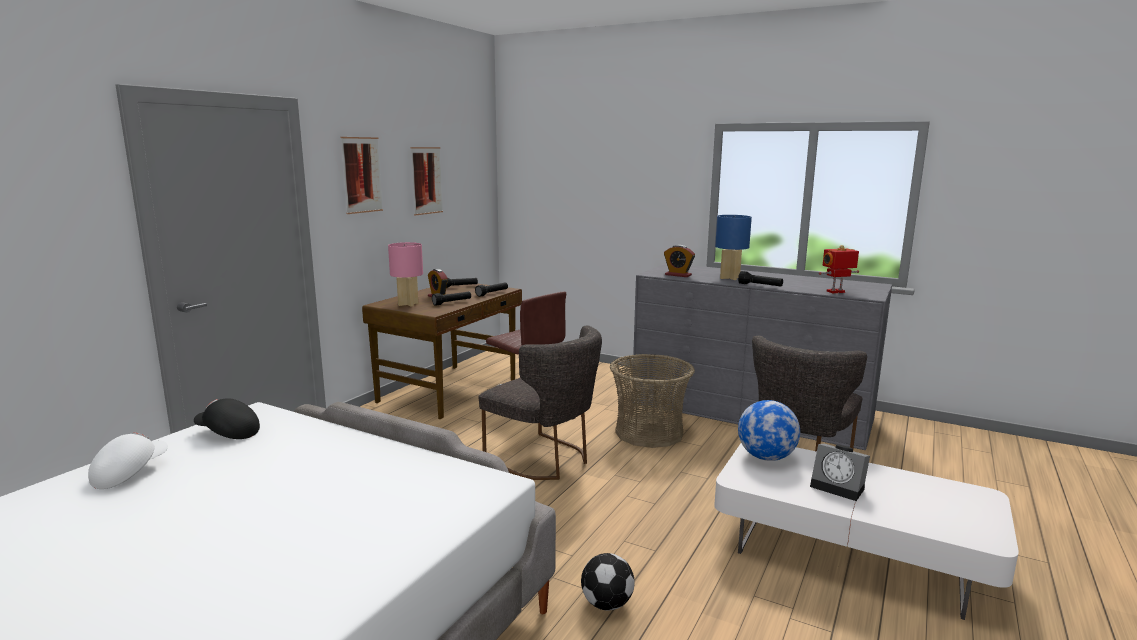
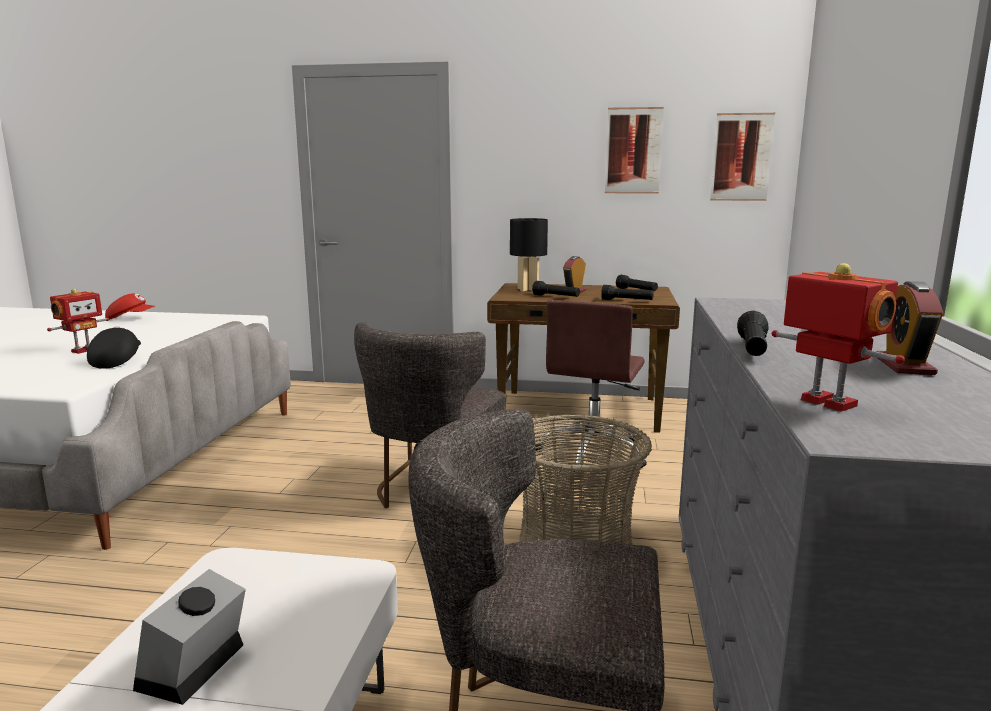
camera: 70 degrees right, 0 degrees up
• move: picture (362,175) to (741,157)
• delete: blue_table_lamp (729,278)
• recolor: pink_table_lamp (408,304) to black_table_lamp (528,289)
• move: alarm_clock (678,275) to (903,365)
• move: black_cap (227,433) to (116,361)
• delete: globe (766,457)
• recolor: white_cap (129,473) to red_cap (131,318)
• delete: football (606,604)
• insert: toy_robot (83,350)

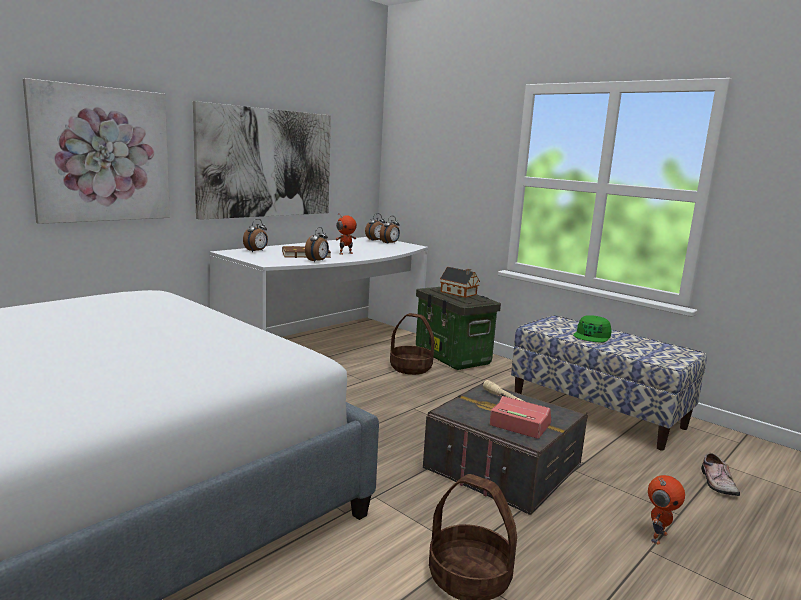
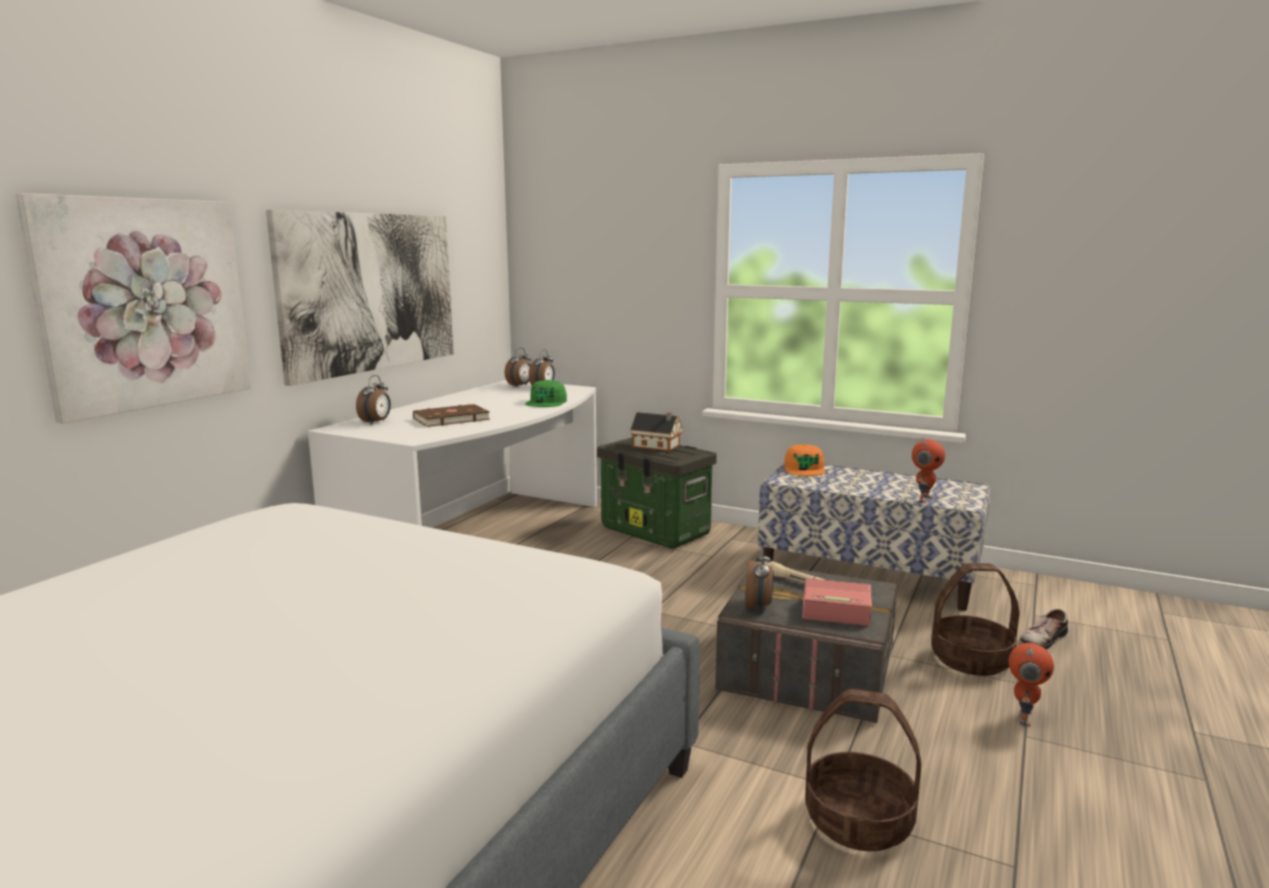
camera: 15 degrees left, 0 degrees up
• move: toy_robot (345,253) to (923,499)
• move: alarm_clock (317,261) to (758,606)
• move: basket (411,368) to (971,659)
• move: green_cap (592,336) to (546,402)
• rotate: shoe (716,483) = (1042,638) 60 degrees clockwise
• insert: orange_cap (804,469)

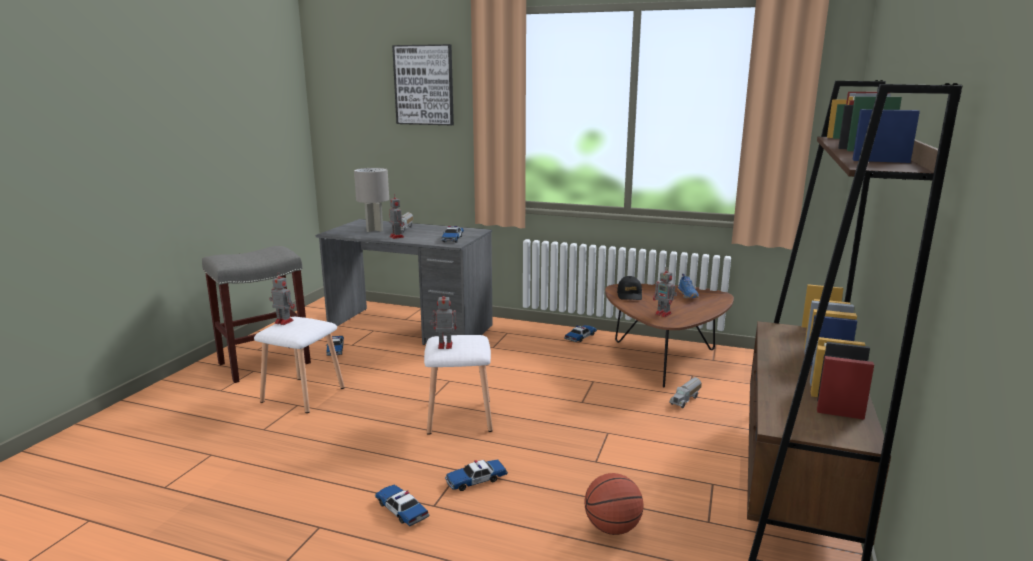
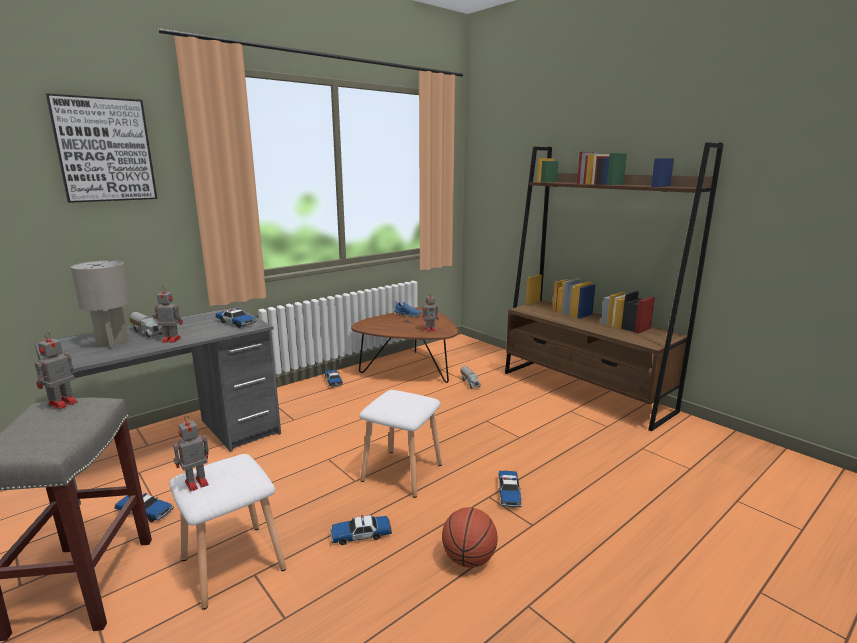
camera: 60 degrees left, 0 degrees up
• delete: black_cap (629,295)
• move: toy_robot (444,345) to (61,404)
• move: basketball (612,528) to (468,559)
• move: toy_car (401,510) to (361,535)

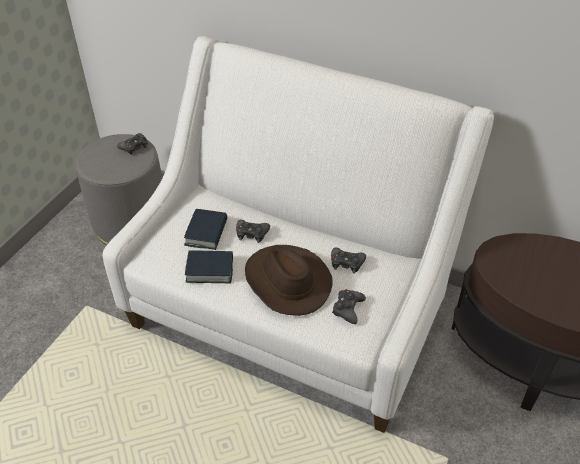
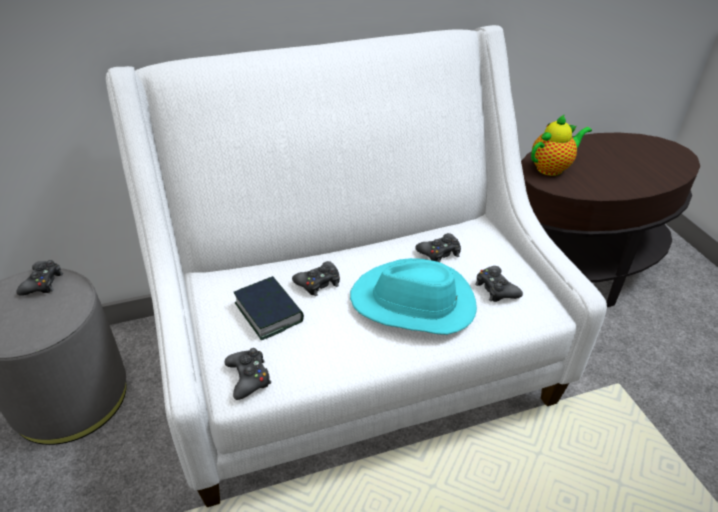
camera: 45 degrees left, 5 degrees down
• recolor: brown_hat (286,282) to turquoise_hat (413,303)
• delete: book (209,270)
• insert: teapot (552,168)
• insert: black_game_controller (248,377)

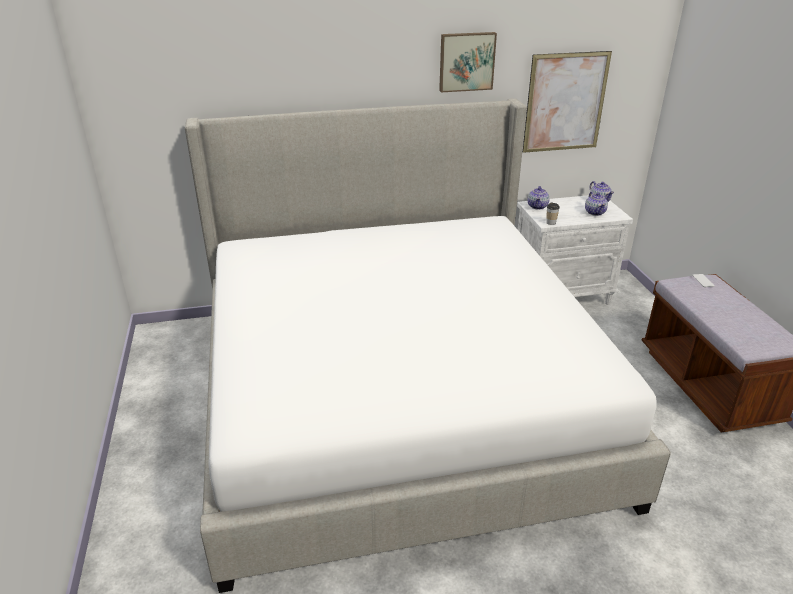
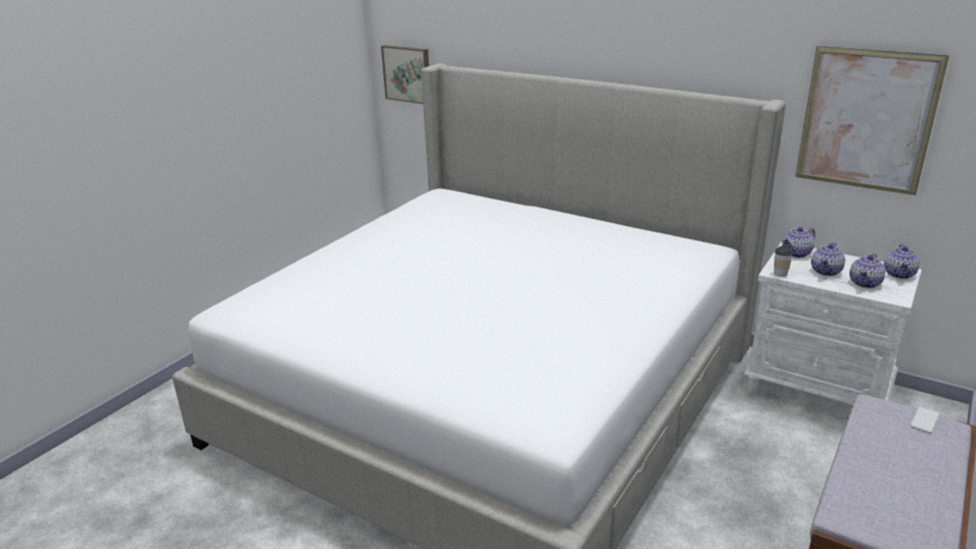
camera: 45 degrees right, 5 degrees down
• move: picture (466,61) to (408,74)
• insert: teapot (826,271)

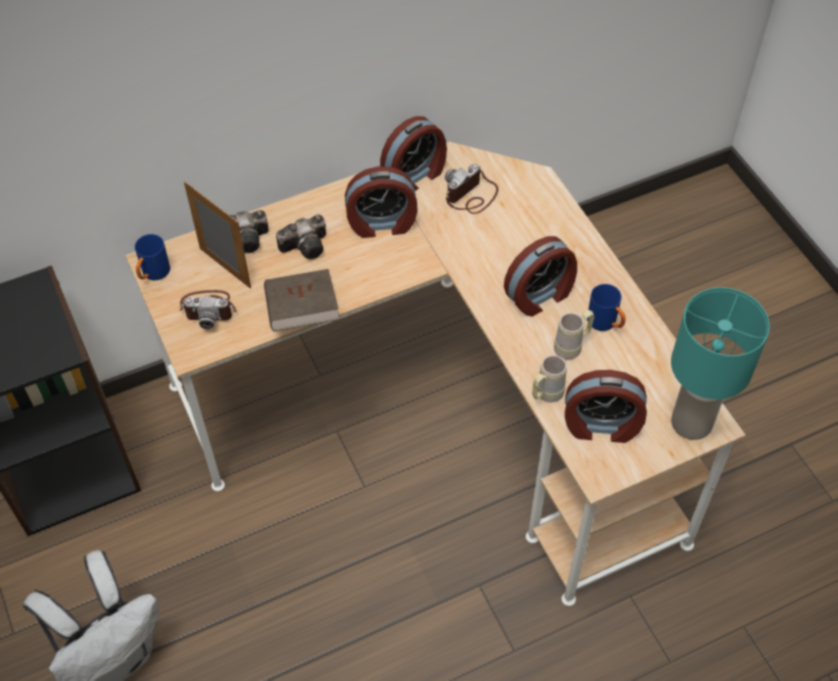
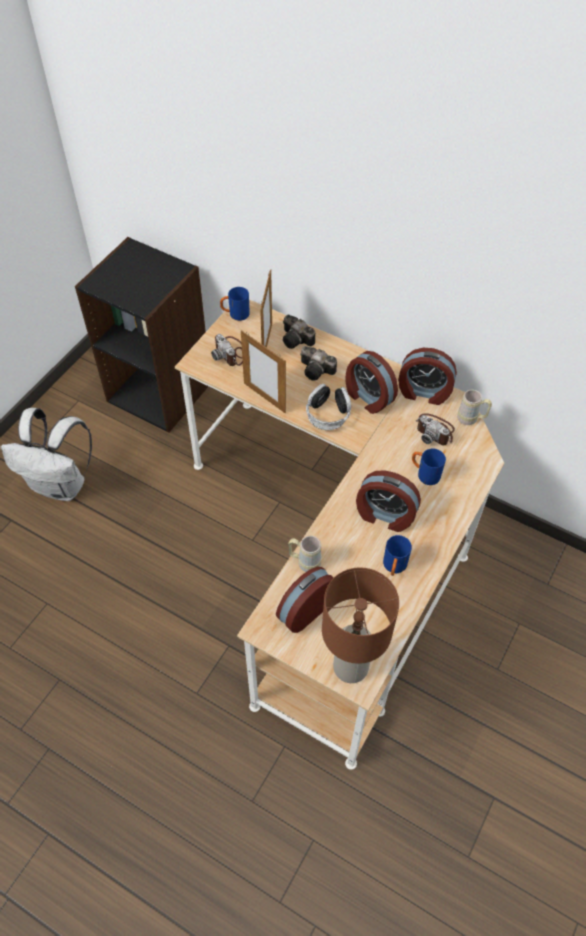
camera: 55 degrees right, 0 degrees up
• rotate: photo_camera (471,195) = (435,431) 150 degrees counterclockwise
• replace: brown_book (302,313) to picture_frame (264,397)
• recolor: turquoise_table_lamp (692,422) to brown_table_lamp (351,667)
• move: beige_mug (572,346) to (471,419)
• rotate: alarm_clock (601,425) = (304,609) 75 degrees clockwise
• insert: headphones (328,413)
• insert: blue_mug (424,474)

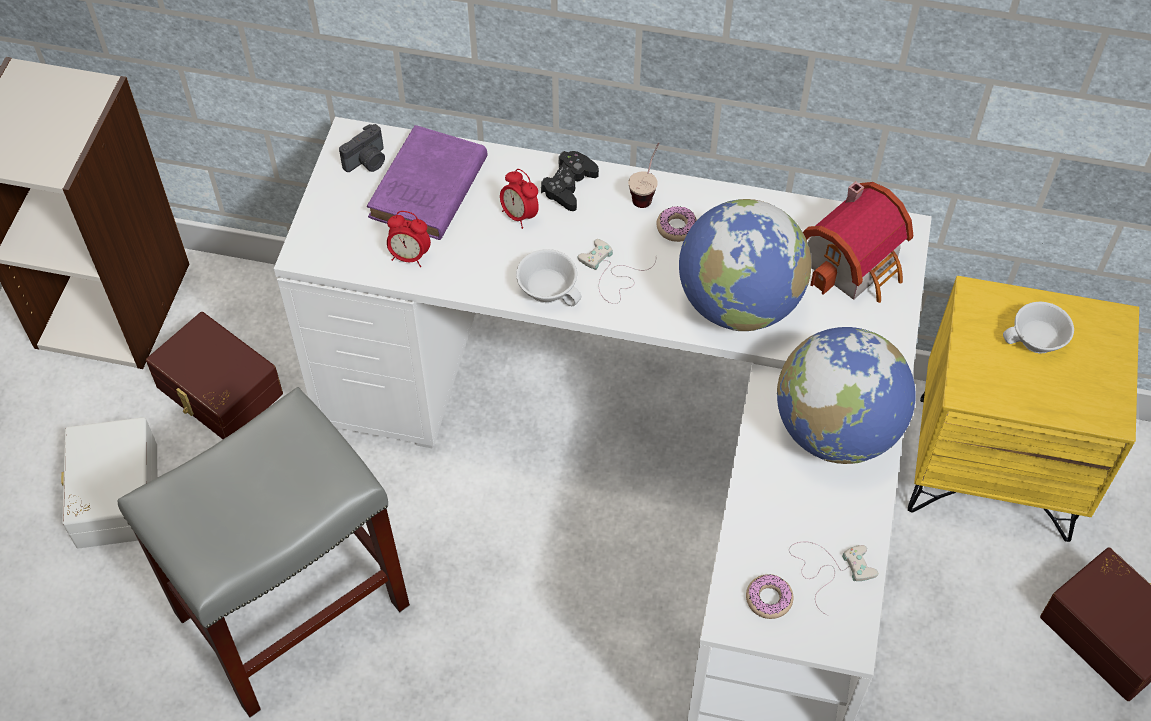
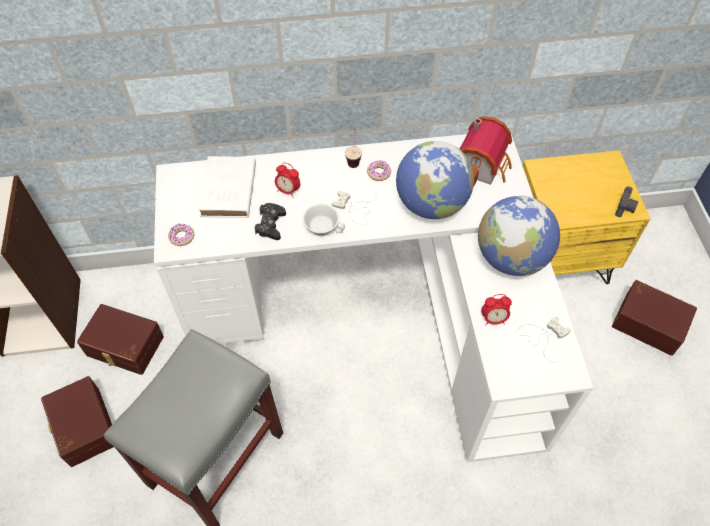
camera: 20 degrees left, 0 degrees up
• move: photo_camera (367,162) to (625,208)
• recolor: purple_book (427,191) to white_book (228,192)
• move: black_game_controller (569,185) to (270,224)
• move: alarm_clock (409,256) to (493,319)
• delete: white_cup (1036,341)
• recolor: white_storage_box (114,495) to brown_storage_box (83,427)
• move: donut (769,599) to (182,237)

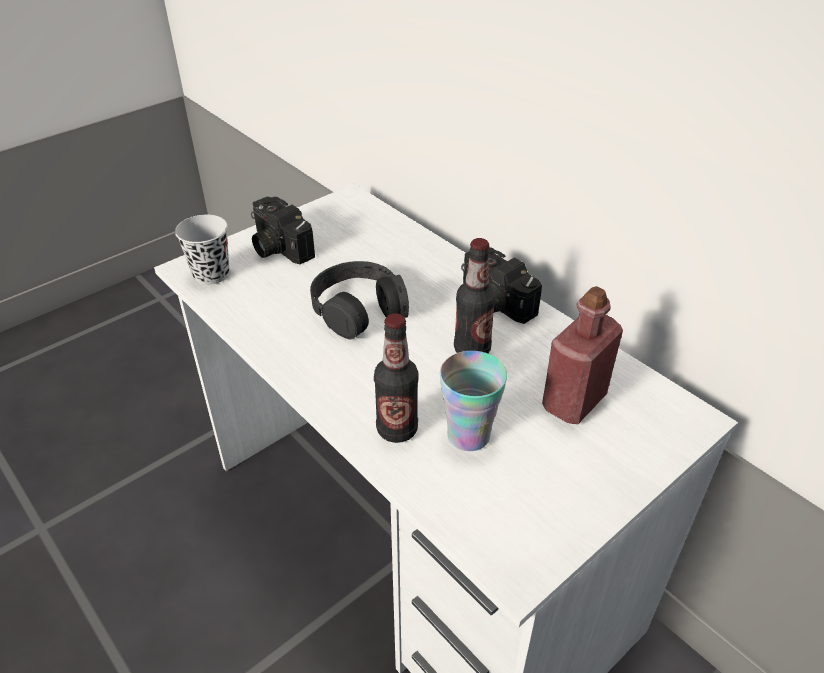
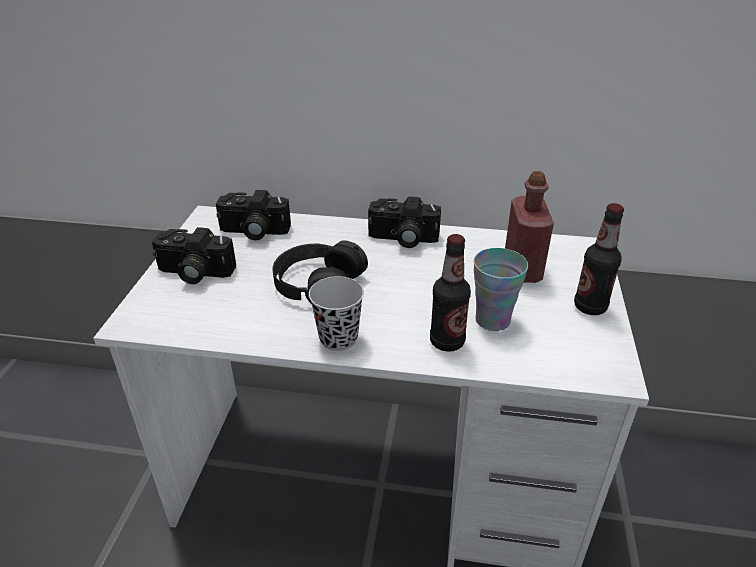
camera: 40 degrees left, 5 degrees down
• move: black_cup (211,274) to (338,338)
• move: bottle (472,349) to (590,307)
• insert: photo_camera (253,232)

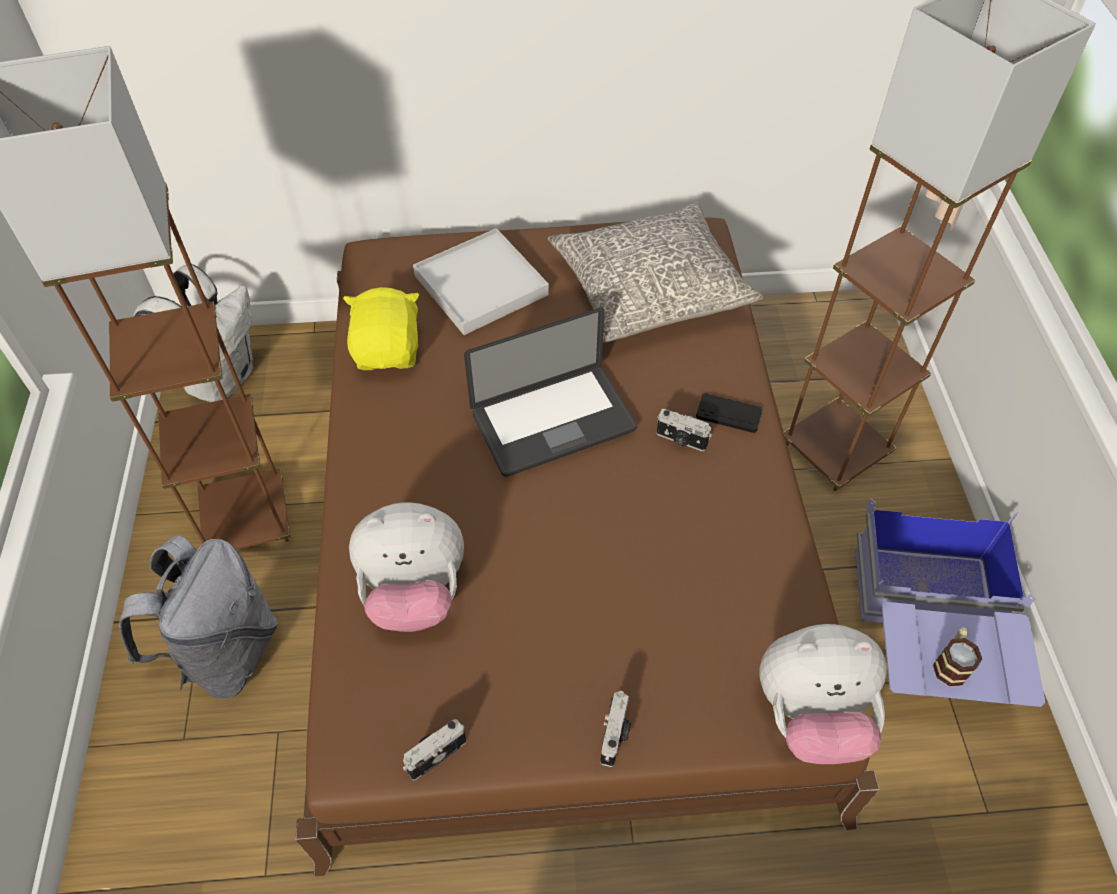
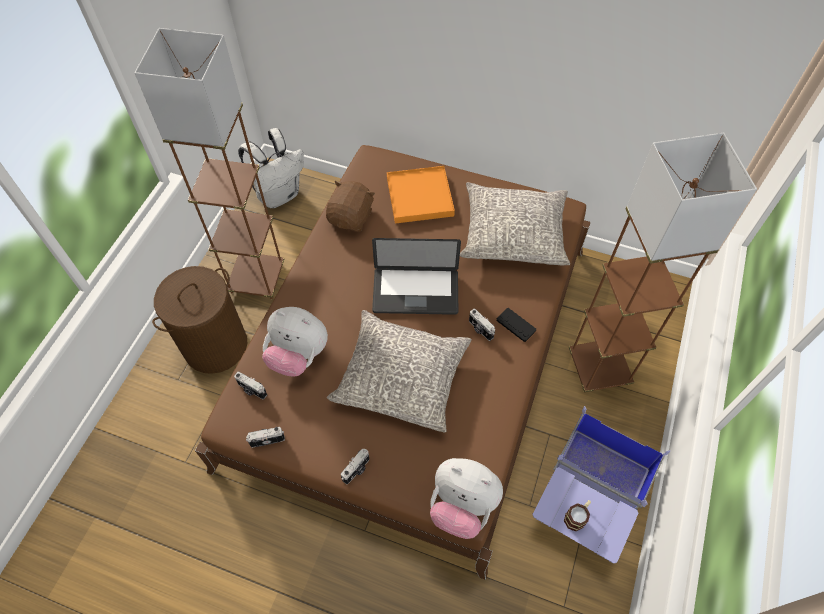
camera: 25 degrees right, 5 degrees up
• recolor: white_tray (481,285) to orange_tray (420,197)
• recolor: yellow_plush_toy (388,350) to brown_plush_toy (351,217)
• replace: grey_backpack (226,653) to brown_laundry_basket (216,345)
• insert: grey_pillow (402,377)
• insert: photo_camera (252,390)

